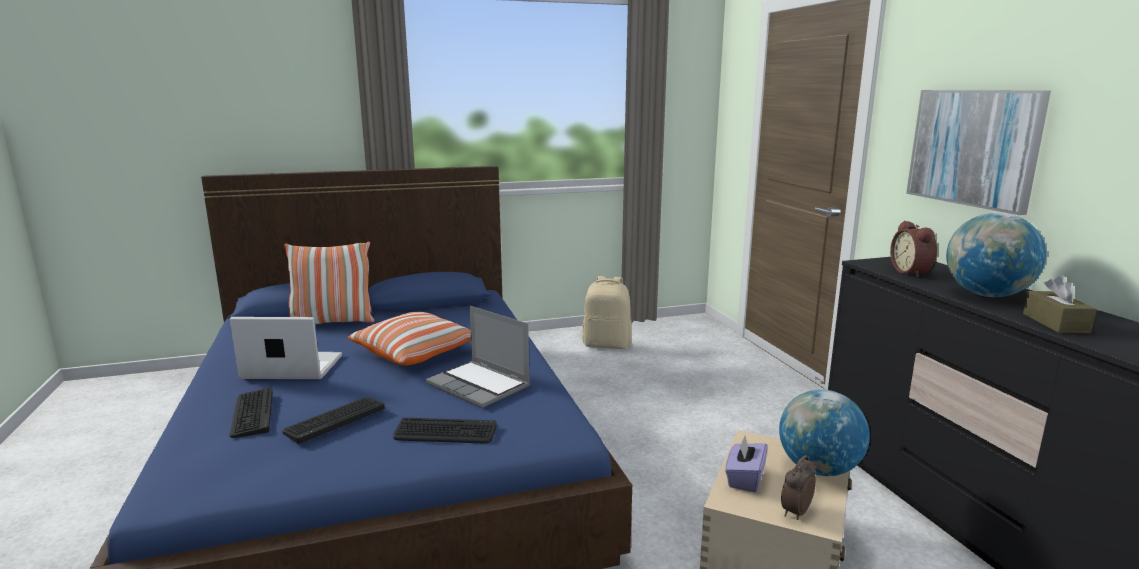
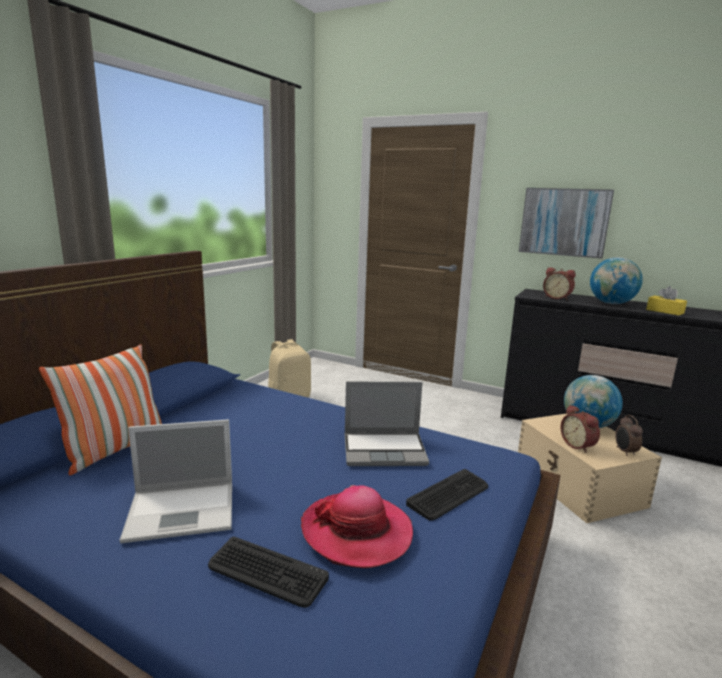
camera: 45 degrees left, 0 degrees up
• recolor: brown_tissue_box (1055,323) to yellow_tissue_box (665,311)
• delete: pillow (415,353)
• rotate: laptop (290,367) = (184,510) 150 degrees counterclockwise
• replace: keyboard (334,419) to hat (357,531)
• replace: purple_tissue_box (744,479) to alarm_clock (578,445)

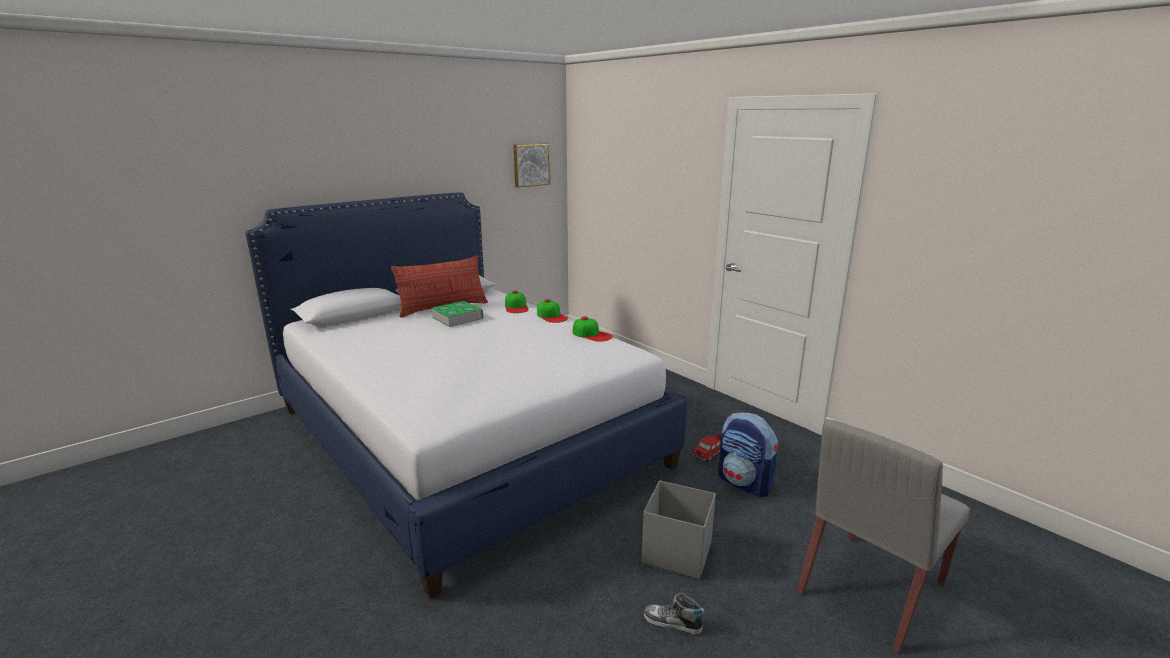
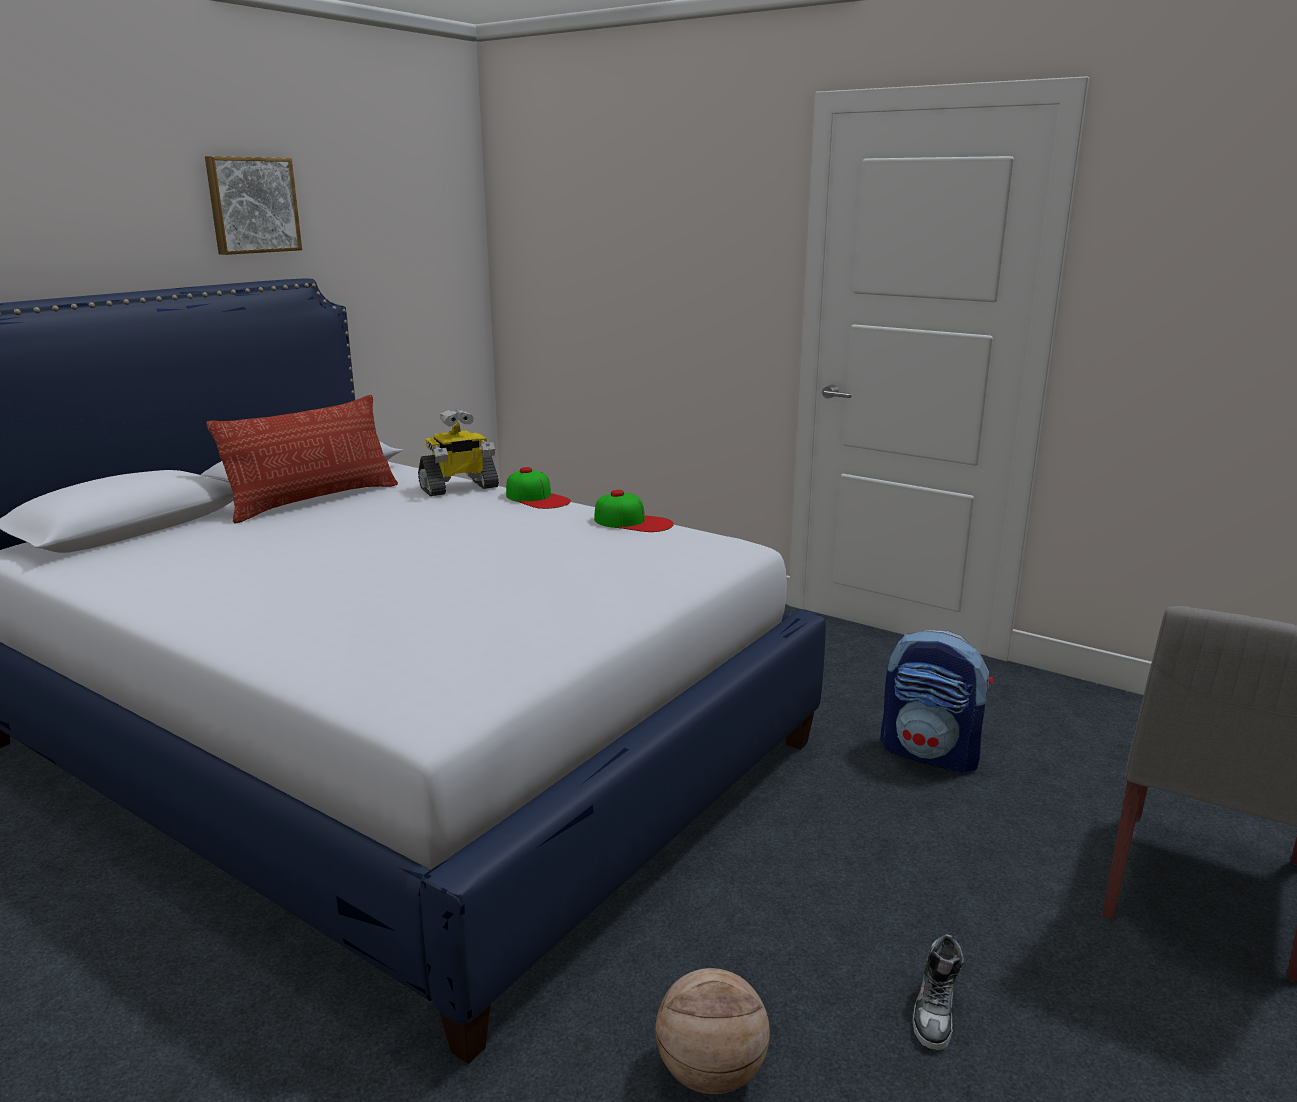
camera: 15 degrees left, 0 degrees up
• move: picture (531,165) to (252,205)
• replace: cap (516,307) to toy_robot (459,488)
• delete: book (457,318)
• delete: toy_truck (711,453)
• delete: grey_storage_box (676,552)
• rotate: shoe (672,623) = (935,1011) 75 degrees counterclockwise
• insert: basketball (711,1073)

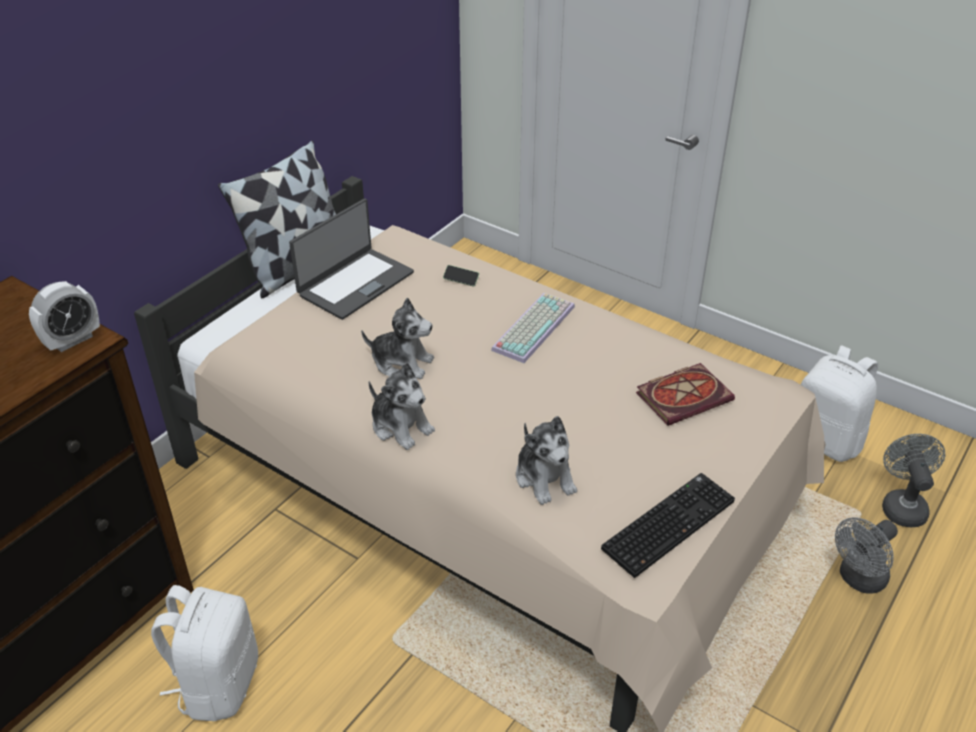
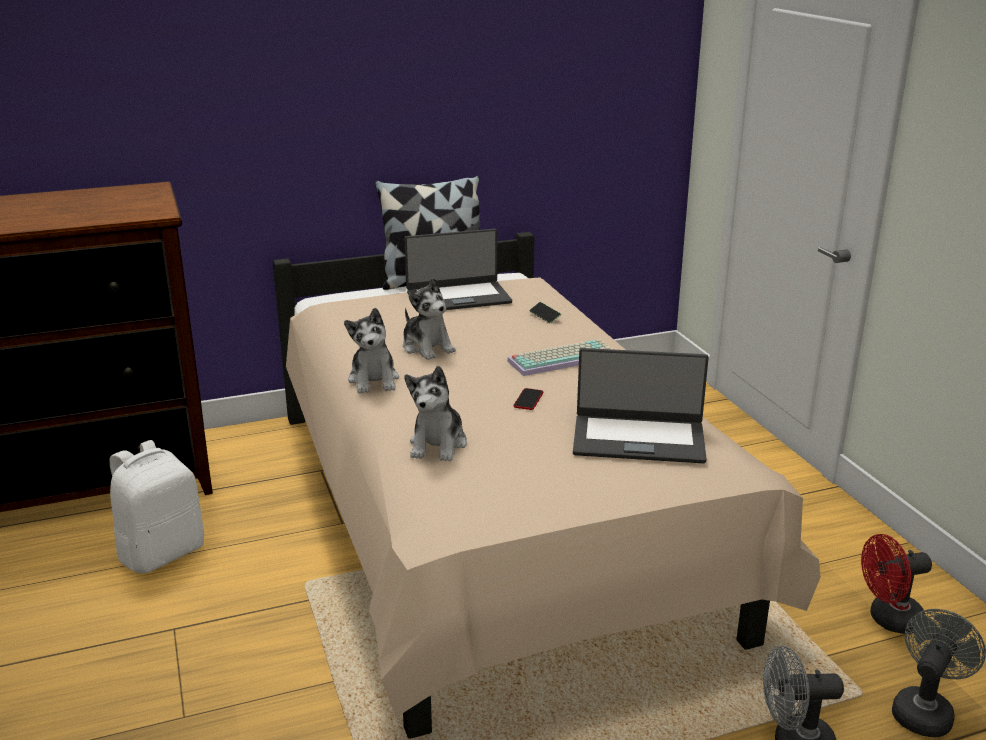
camera: 35 degrees right, 15 degrees down
• delete: alarm_clock (72,340)
• replace: white_backpack (825,440) to red_fan (888,620)
• replace: book (685,395) to laptop (638,439)
• delete: keyboard (668,523)
• insert: phone (528,400)

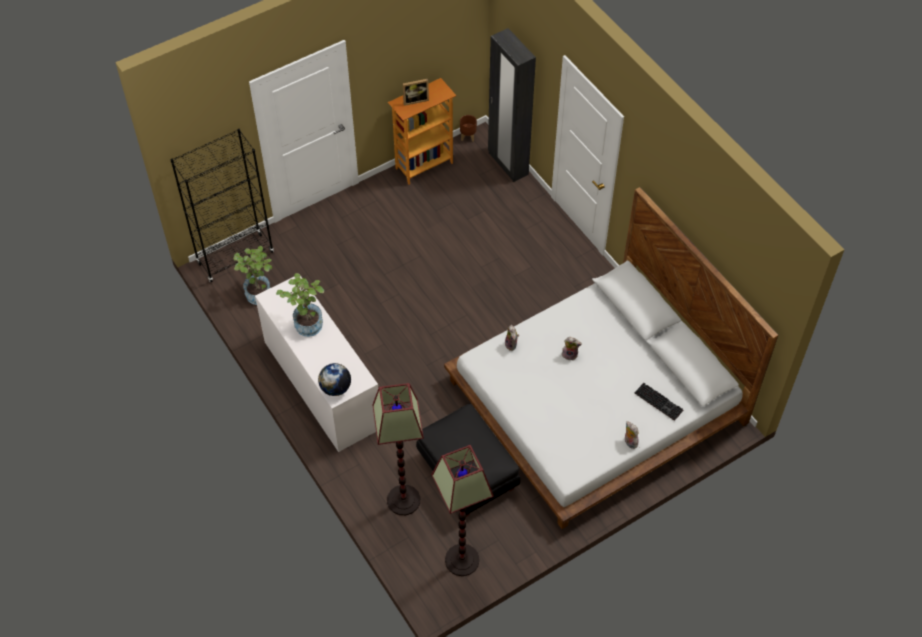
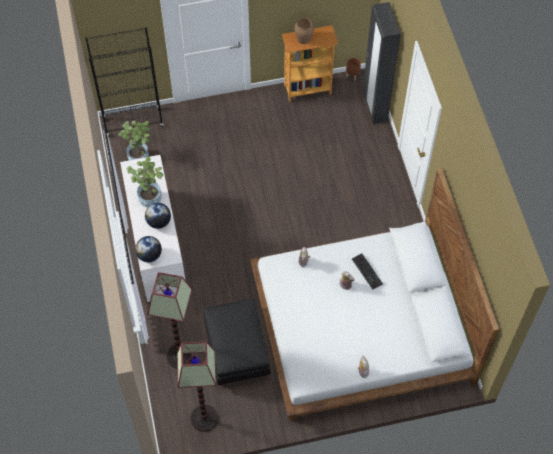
camera: 20 degrees right, 5 degrees up
• replace: picture_frame (415,100) to brown_vase (304,38)
• move: keyboard (660,401) to (368,271)
• insert: globe (159,222)

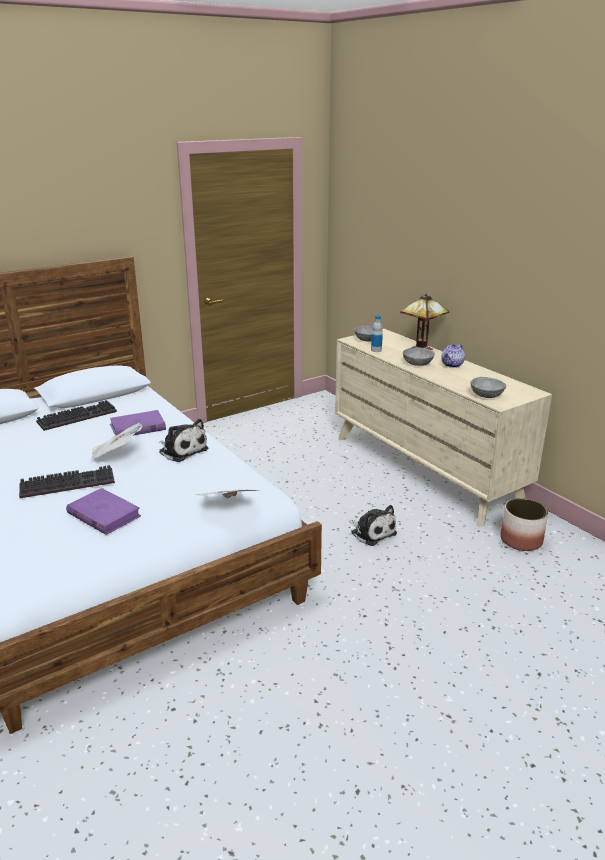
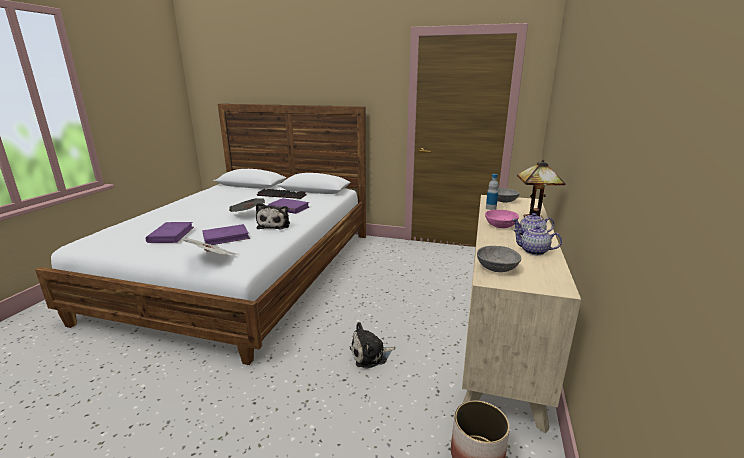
camera: 50 degrees right, 5 degrees down
• recolor: grey_bowl (417,363) to pink_bowl (500,225)
• delete: keyboard (69,483)
• rotate: plush_toy (372,532) = (371,355) 60 degrees clockwise
• insert: purple_book (226,237)
• insert: teapot (533,251)

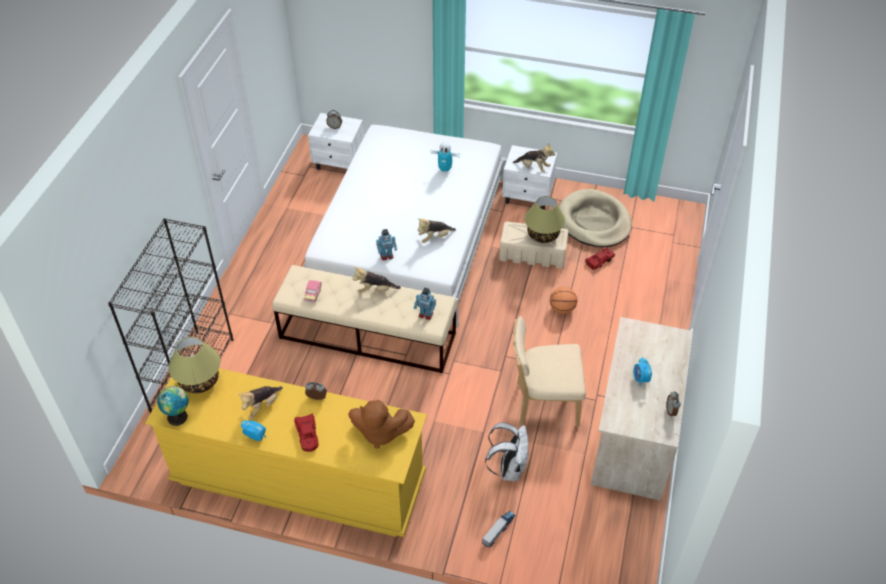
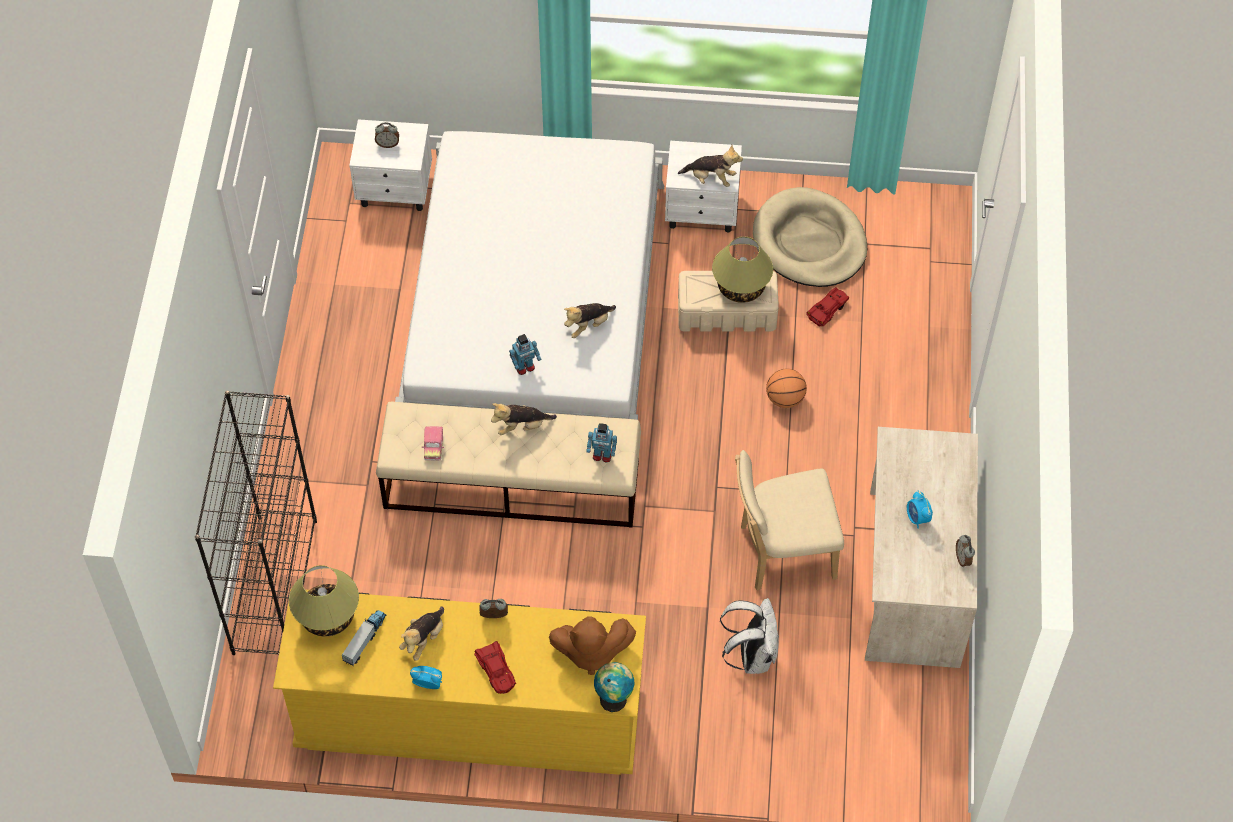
camera: 10 degrees left, 10 degrees up
• delete: toy_robot (445,170)
• move: globe (178,416) to (614,698)
• move: toy_truck (499,530) to (365,639)

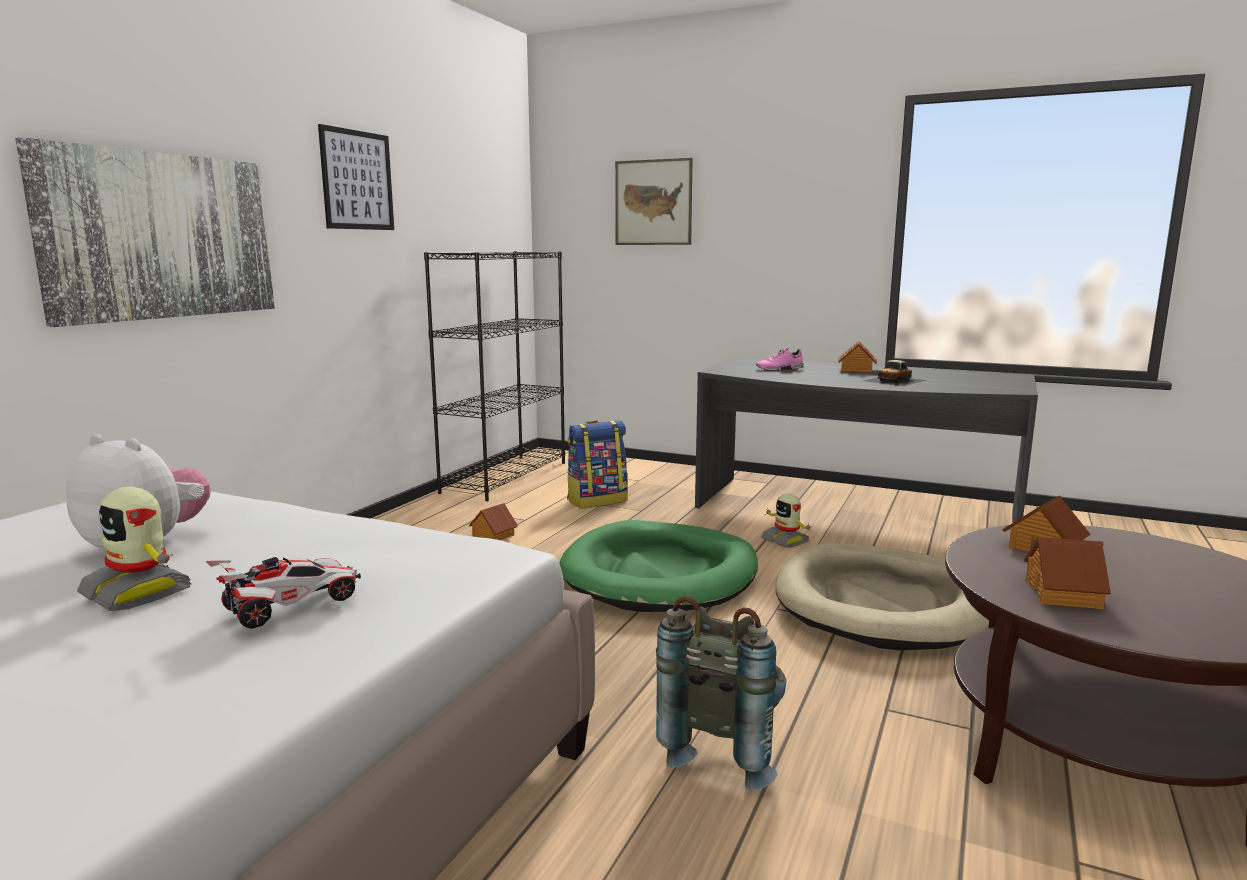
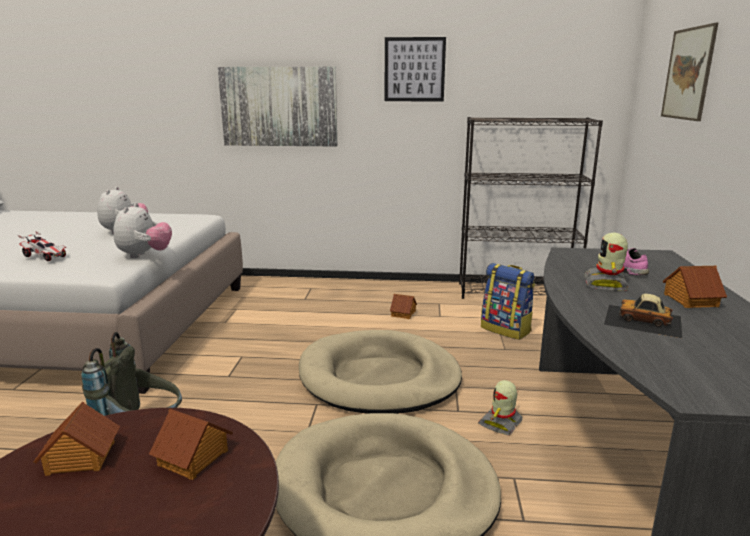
camera: 70 degrees right, 5 degrees up
• move: toy_robot (138,591) to (606,284)
• recolor: green_dog_bed (660,574) to beige_dog_bed (379,377)
• insert: plush_toy (145,255)

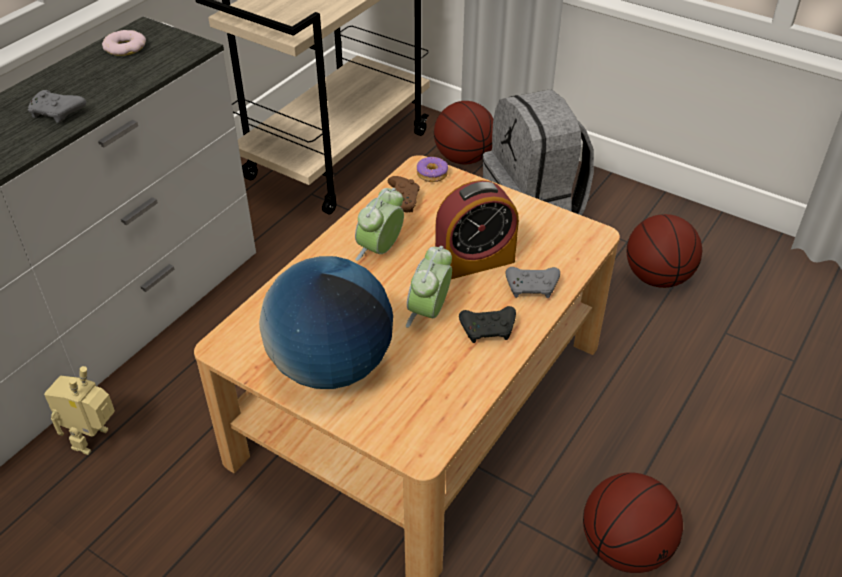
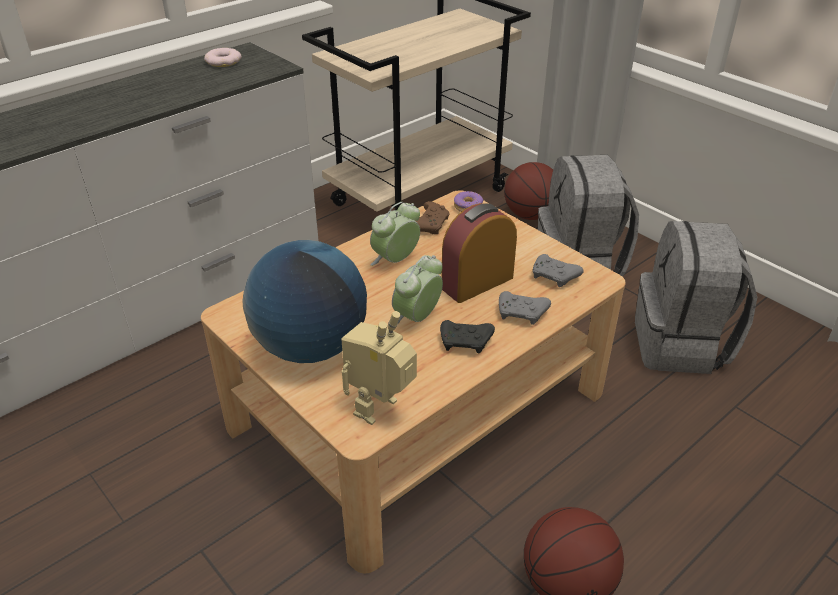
camera: 15 degrees right, 5 degrees down
• move: grey_game_controller (58,113) to (555,277)
• rotate: alarm_clock (474,261) = (477,283) 150 degrees clockwise
• replace: basketball (657,278) to grey_backpack (681,345)
• move: toy_robot (95,441) to (381,411)

